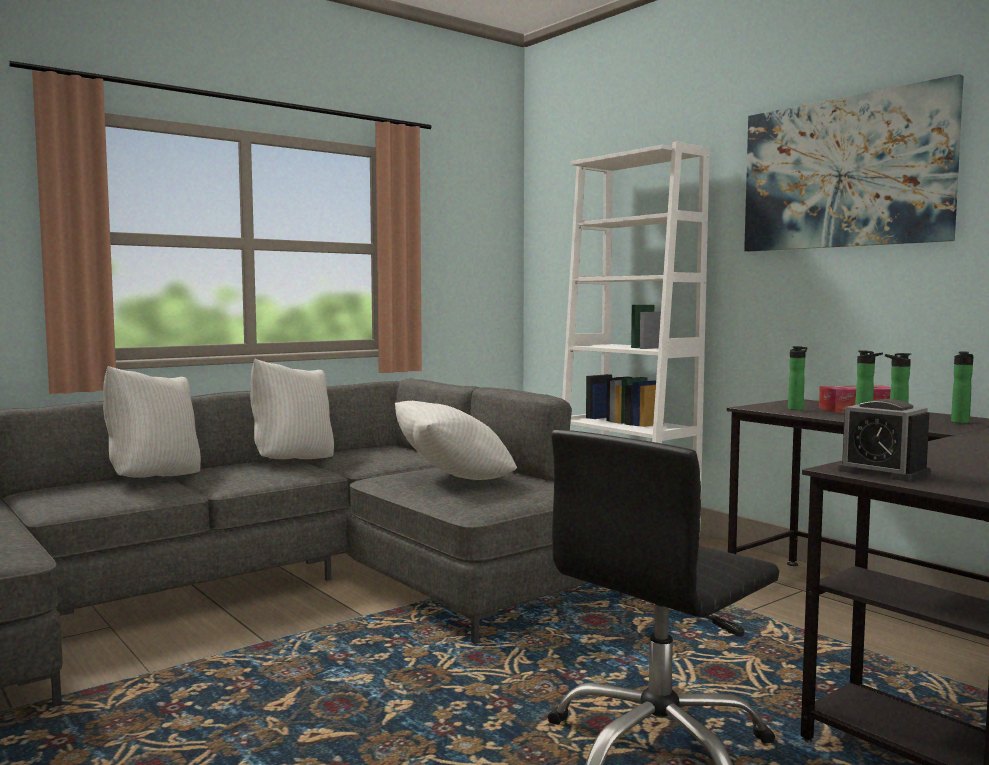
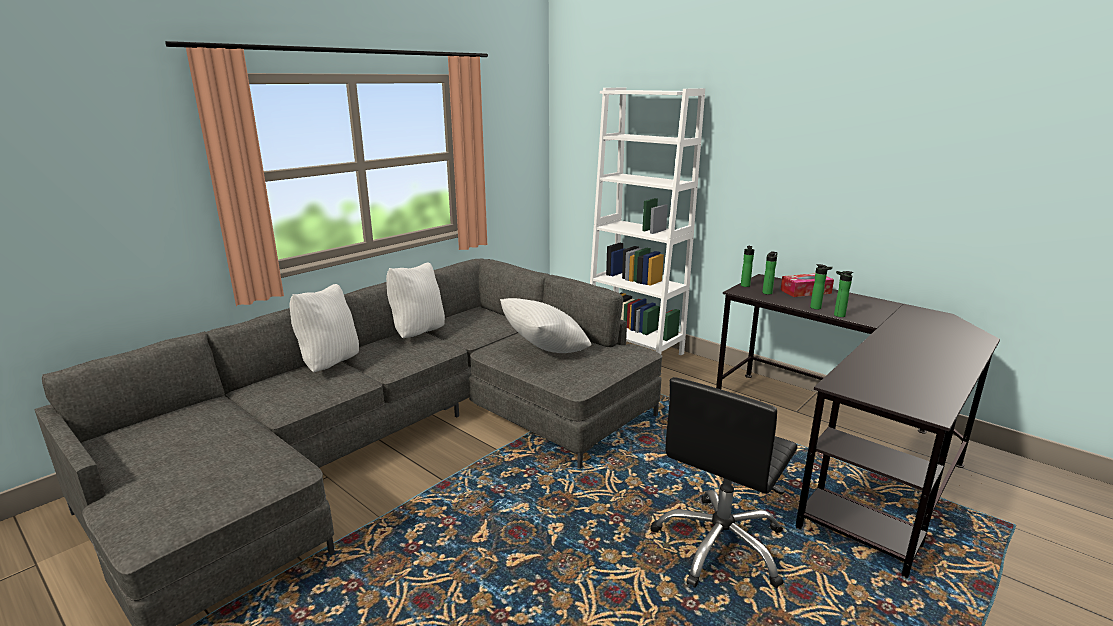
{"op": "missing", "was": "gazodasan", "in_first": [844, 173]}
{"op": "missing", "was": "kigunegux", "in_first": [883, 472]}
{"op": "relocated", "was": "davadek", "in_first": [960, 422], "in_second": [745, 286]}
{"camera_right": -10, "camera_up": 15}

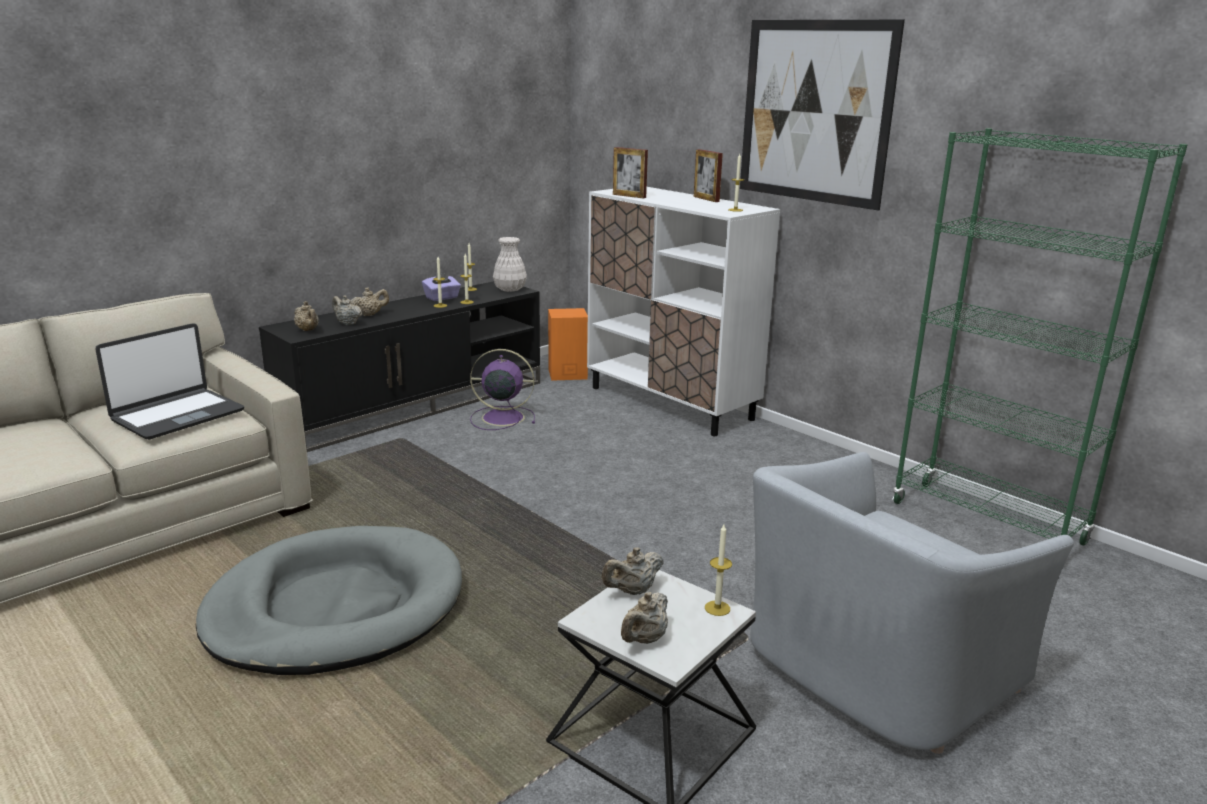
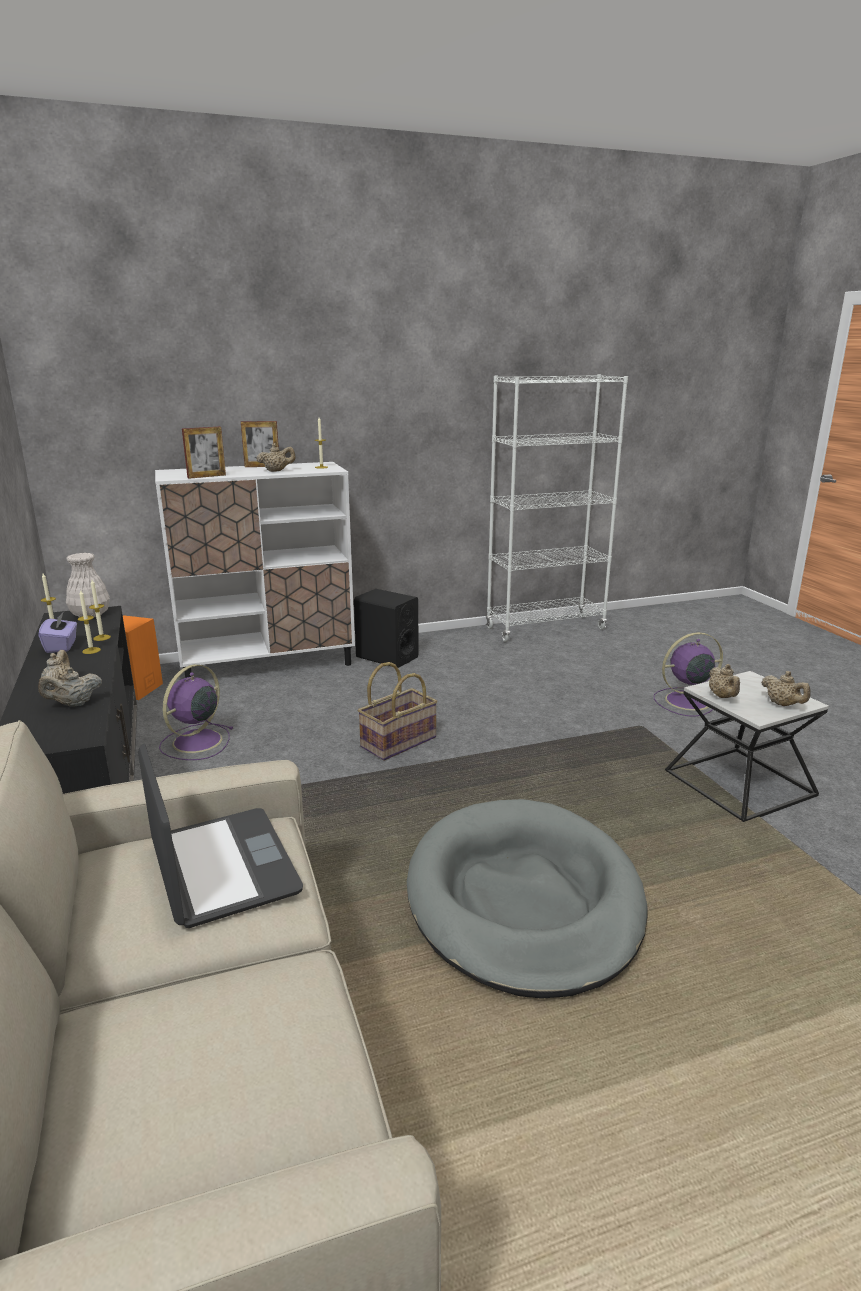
{"op": "relocated", "was": "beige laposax", "in_first": [308, 330], "in_second": [276, 471]}
{"op": "missing", "was": "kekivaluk", "in_first": [717, 608]}
{"op": "missing", "was": "gazodasan", "in_first": [814, 112]}
{"op": "exchanged", "was": "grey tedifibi", "now": "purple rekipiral", "in_first": [875, 670], "in_second": [685, 701]}
{"op": "colour", "was": "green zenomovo", "now": "white zenomovo", "in_first": [987, 523], "in_second": [545, 629]}
{"op": "appeared", "now": "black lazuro", "in_second": [386, 657]}
{"op": "appeared", "now": "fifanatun", "in_second": [398, 741]}
{"camera_right": -65, "camera_up": 0}

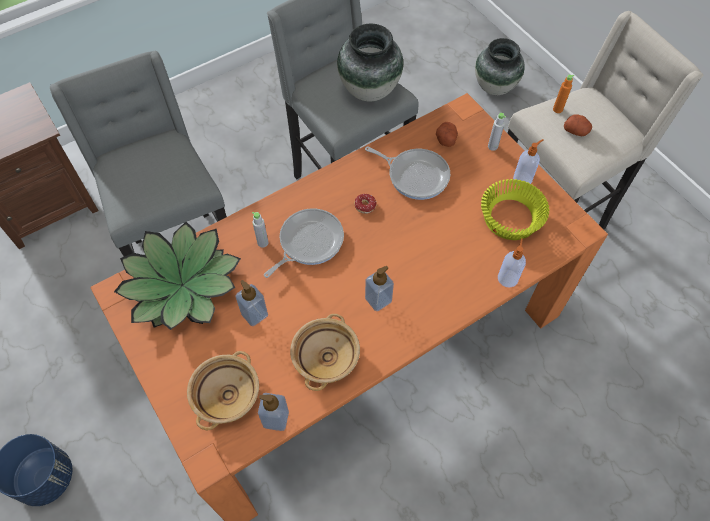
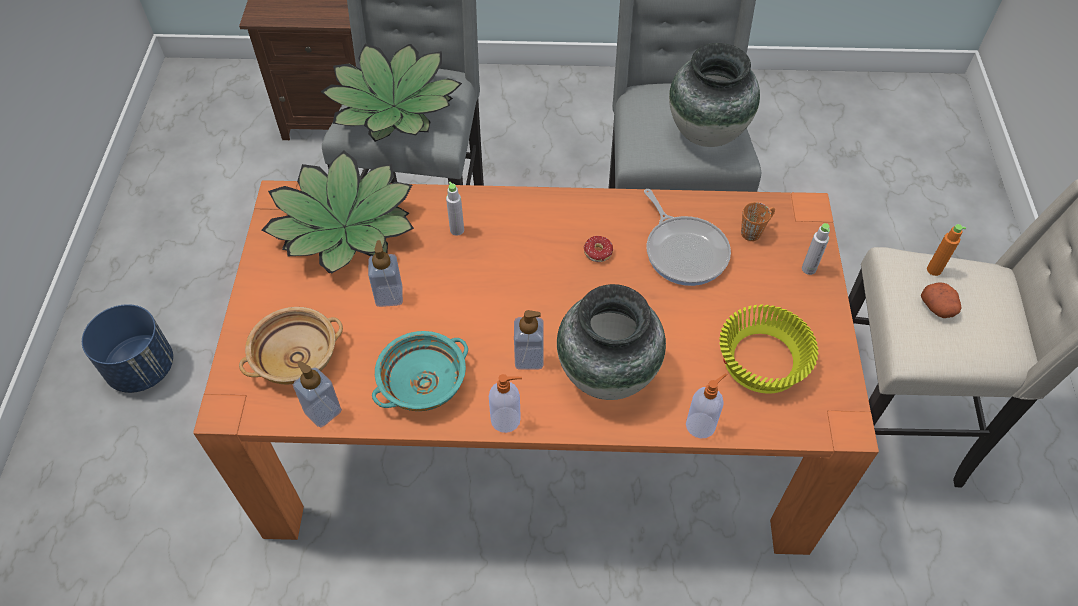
{"op": "missing", "was": "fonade", "in_first": [308, 242]}
{"op": "colour", "was": "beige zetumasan", "now": "turquoise zetumasan", "in_first": [325, 357], "in_second": [423, 382]}
{"op": "exchanged", "was": "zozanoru", "now": "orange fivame", "in_first": [445, 139], "in_second": [755, 230]}
{"op": "relocated", "was": "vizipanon", "in_first": [495, 87], "in_second": [608, 374]}
{"op": "relocated", "was": "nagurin", "in_first": [523, 178], "in_second": [507, 419]}
{"op": "appeared", "now": "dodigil", "in_second": [393, 106]}
{"camera_right": 35, "camera_up": -5}

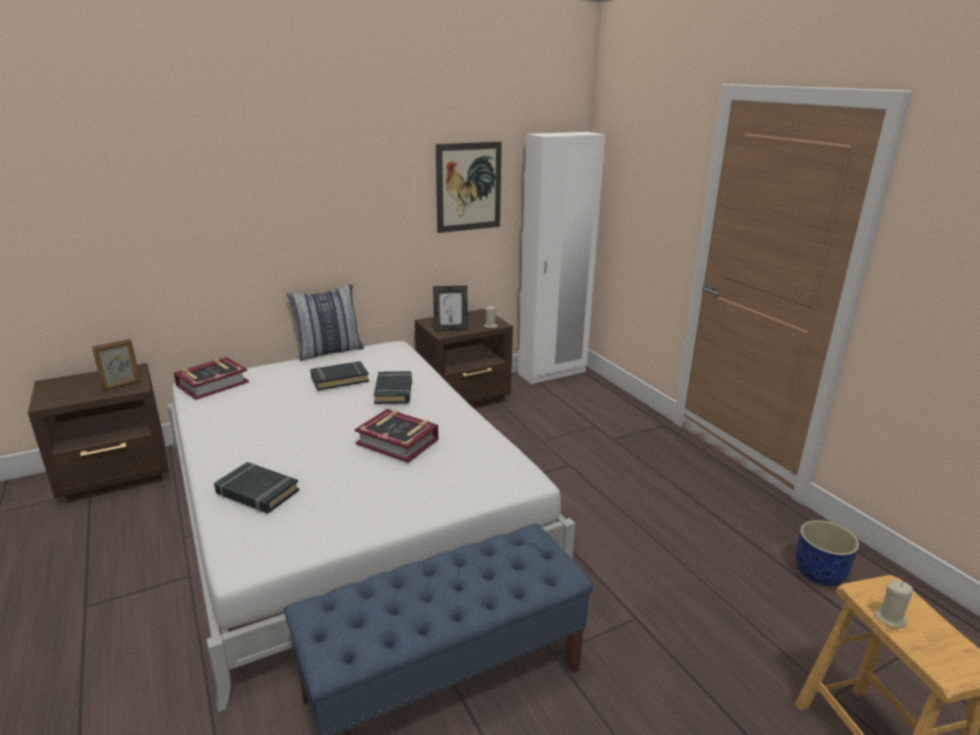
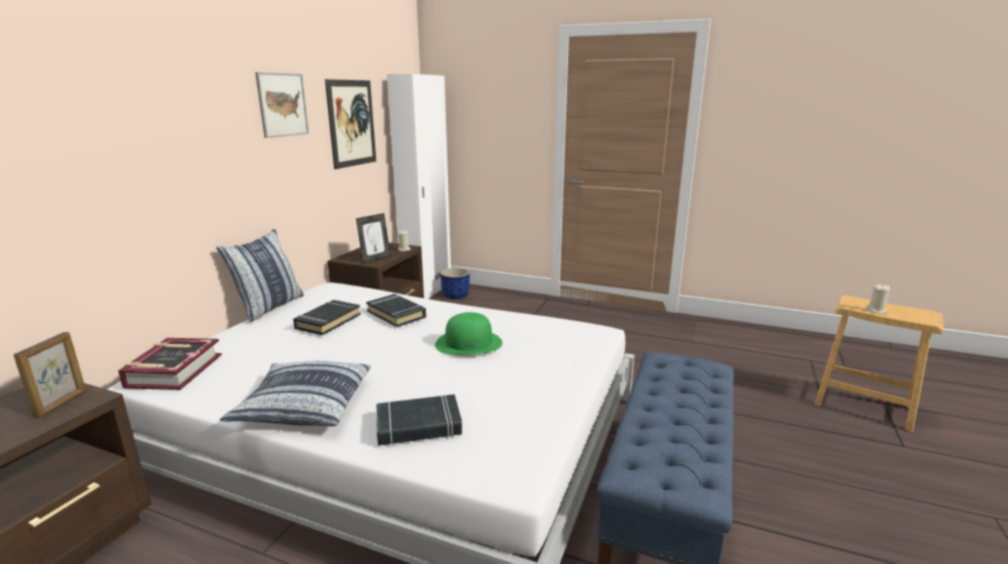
{"op": "exchanged", "was": "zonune", "now": "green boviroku", "in_first": [398, 441], "in_second": [469, 343]}
{"op": "relocated", "was": "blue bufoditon", "in_first": [819, 573], "in_second": [456, 296]}
{"op": "appeared", "now": "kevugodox", "in_second": [304, 405]}
{"op": "appeared", "now": "gazodasan", "in_second": [282, 104]}
{"camera_right": -40, "camera_up": -5}

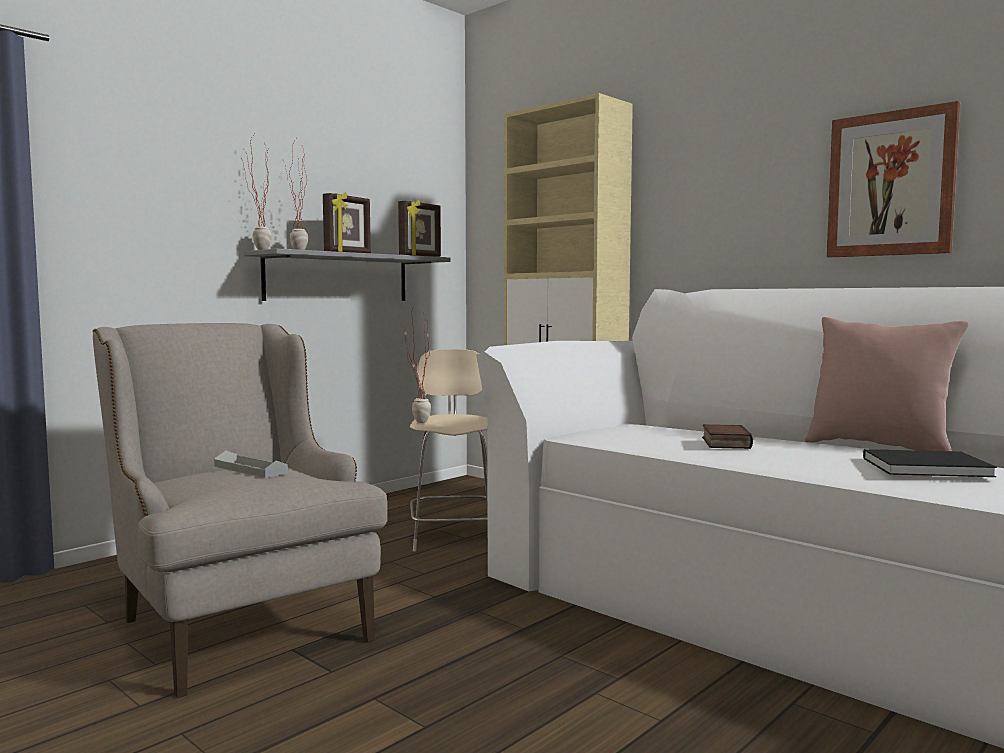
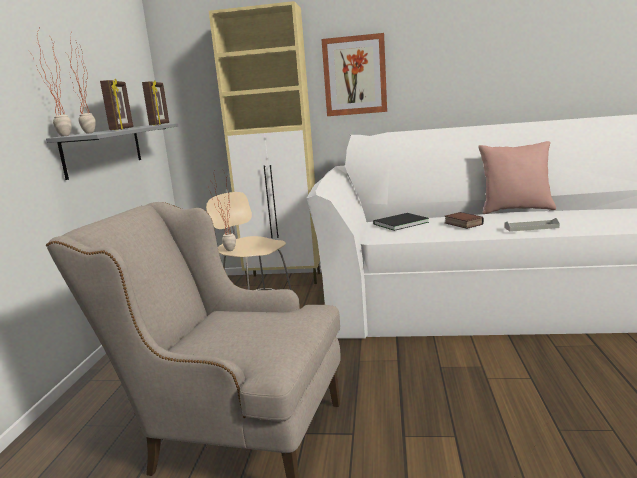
{"op": "relocated", "was": "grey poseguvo", "in_first": [250, 470], "in_second": [531, 227]}
{"op": "relocated", "was": "gazodasan", "in_first": [891, 184], "in_second": [354, 75]}
{"op": "relocated", "was": "black zonune", "in_first": [921, 466], "in_second": [399, 223]}
{"camera_right": -35, "camera_up": 10}

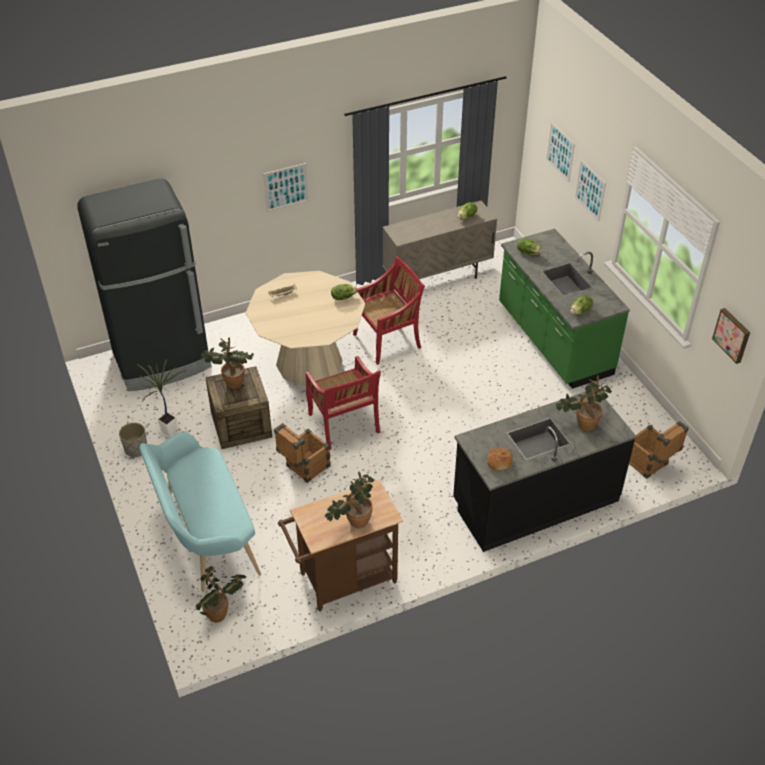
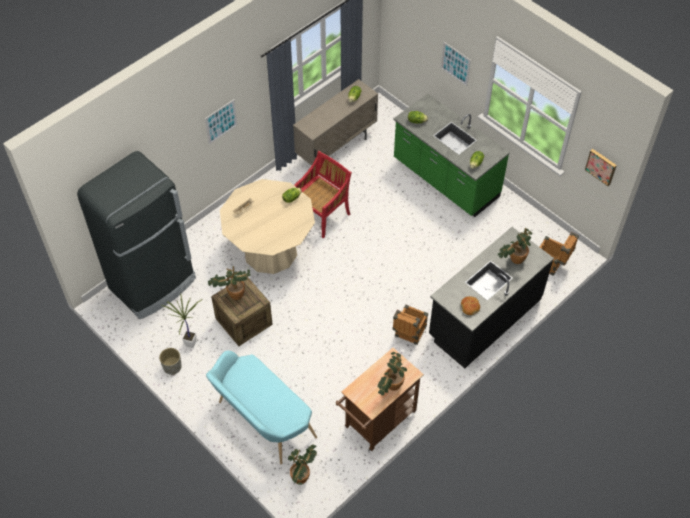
{"op": "relocated", "was": "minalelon", "in_first": [304, 468], "in_second": [408, 334]}
{"op": "missing", "was": "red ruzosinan", "in_first": [344, 424]}
{"op": "missing", "was": "gazodasan", "in_first": [560, 151]}
{"camera_right": -20, "camera_up": 10}

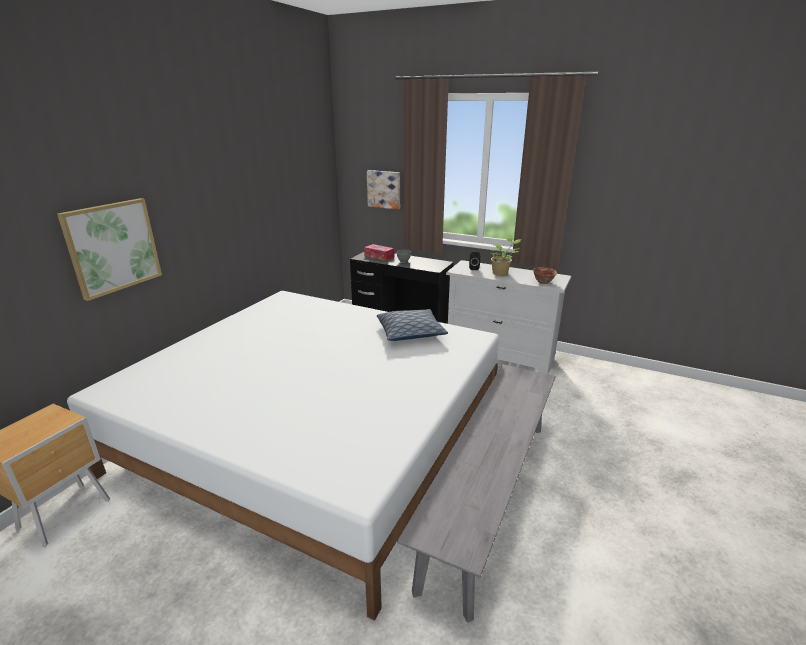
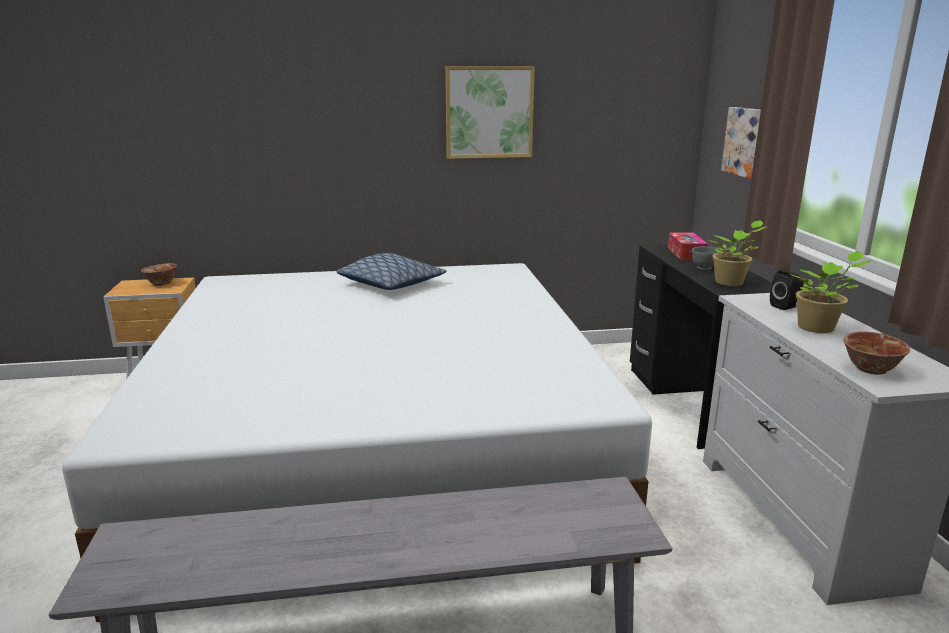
{"op": "relocated", "was": "gazodasan", "in_first": [113, 247], "in_second": [489, 112]}
{"op": "relocated", "was": "kevugodox", "in_first": [410, 332], "in_second": [392, 284]}
{"op": "appeared", "now": "zetumasan", "in_second": [161, 283]}
{"op": "appeared", "now": "dodigil", "in_second": [731, 283]}
{"camera_right": 55, "camera_up": -5}

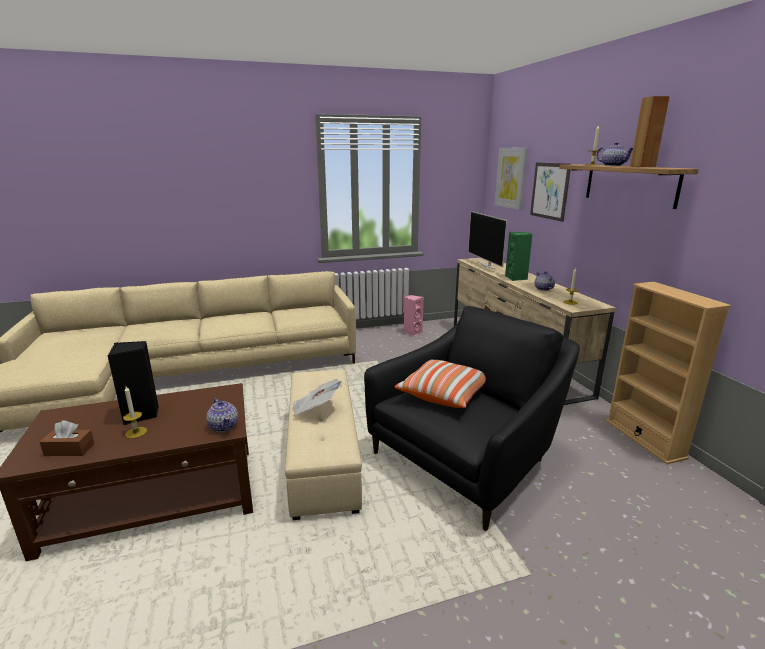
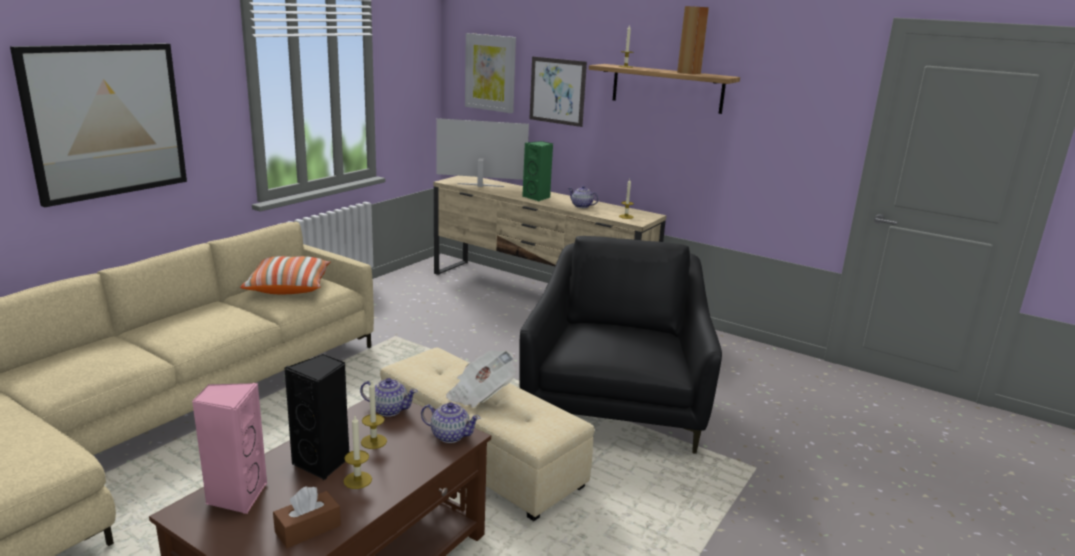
{"op": "relocated", "was": "kevugodox", "in_first": [444, 394], "in_second": [288, 287]}
{"op": "relocated", "was": "pink lazuro", "in_first": [412, 332], "in_second": [236, 496]}
{"op": "spun", "was": "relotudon", "in_first": [486, 265], "in_second": [480, 185], "clockwise": 150}
{"op": "relocated", "was": "laposax", "in_first": [612, 165], "in_second": [389, 410]}
{"op": "missing", "was": "beige zenomovo", "in_first": [644, 439]}
{"op": "appeared", "now": "gazodasan", "in_second": [106, 121]}
{"op": "appeared", "now": "kekivaluk", "in_second": [373, 441]}
{"camera_right": -40, "camera_up": 0}

